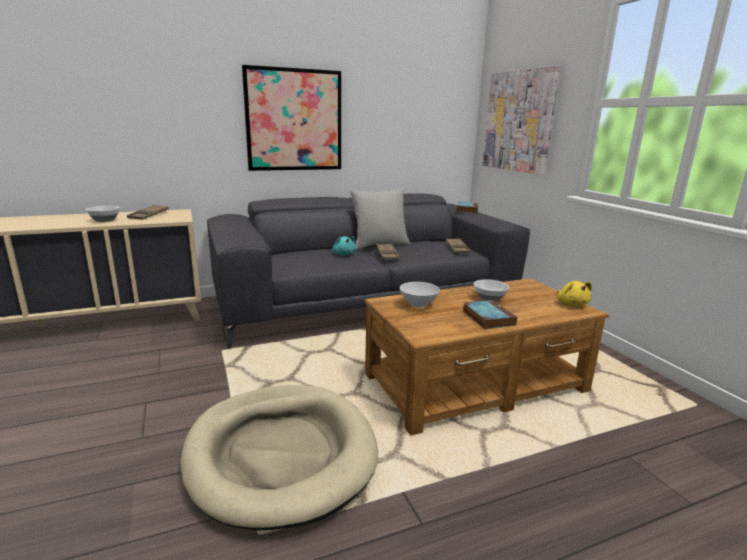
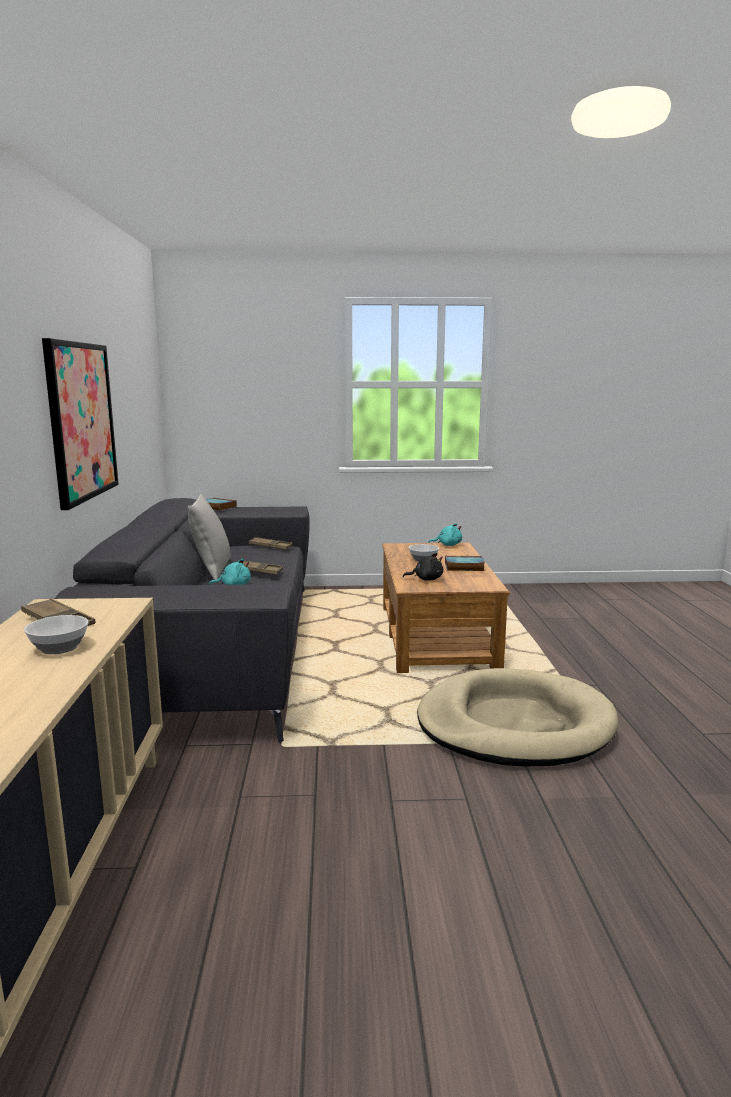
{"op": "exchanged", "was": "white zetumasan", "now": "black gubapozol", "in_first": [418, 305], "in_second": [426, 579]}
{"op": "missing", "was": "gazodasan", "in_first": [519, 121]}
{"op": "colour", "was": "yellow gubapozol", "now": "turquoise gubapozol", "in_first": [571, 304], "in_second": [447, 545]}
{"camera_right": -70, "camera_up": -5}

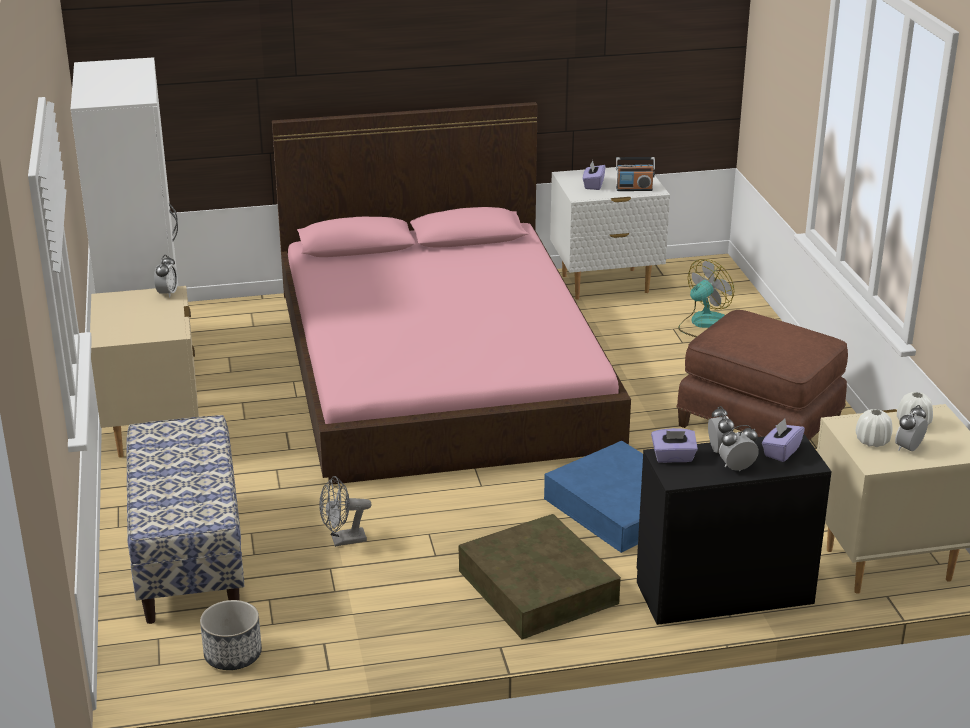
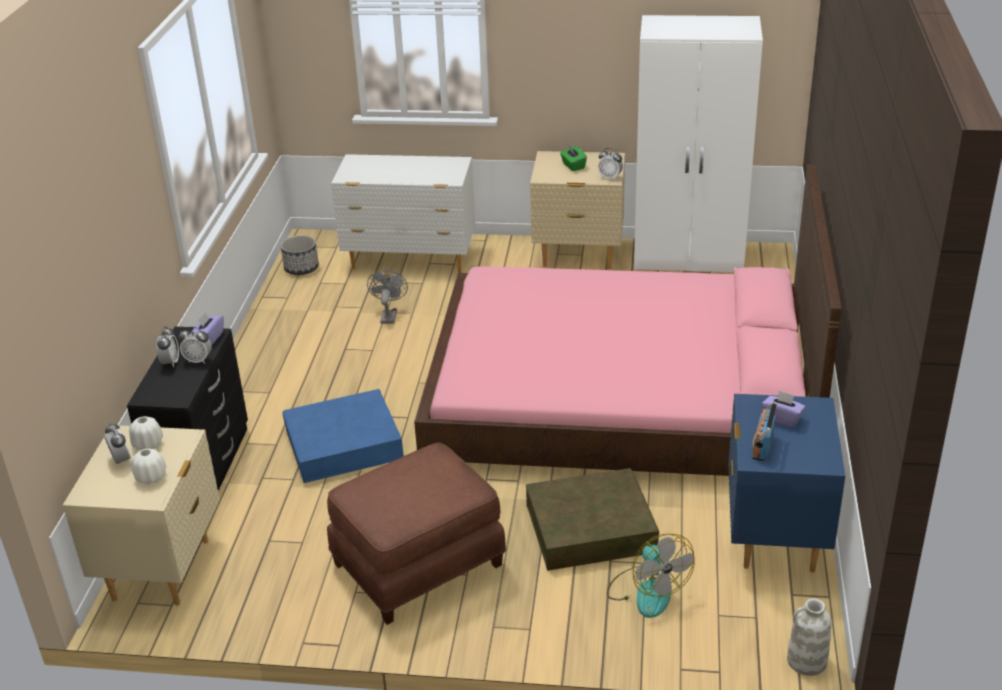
{"op": "exchanged", "was": "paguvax", "now": "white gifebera", "in_first": [188, 556], "in_second": [411, 260]}
{"op": "relocated", "was": "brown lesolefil", "in_first": [537, 587], "in_second": [590, 528]}
{"op": "colour", "was": "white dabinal", "now": "blue dabinal", "in_first": [605, 284], "in_second": [775, 538]}
{"op": "missing", "was": "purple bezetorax", "in_first": [781, 452]}
{"op": "appeared", "now": "green bezetorax", "in_second": [573, 166]}
{"op": "appeared", "now": "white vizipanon", "in_second": [806, 661]}
{"camera_right": 110, "camera_up": 5}

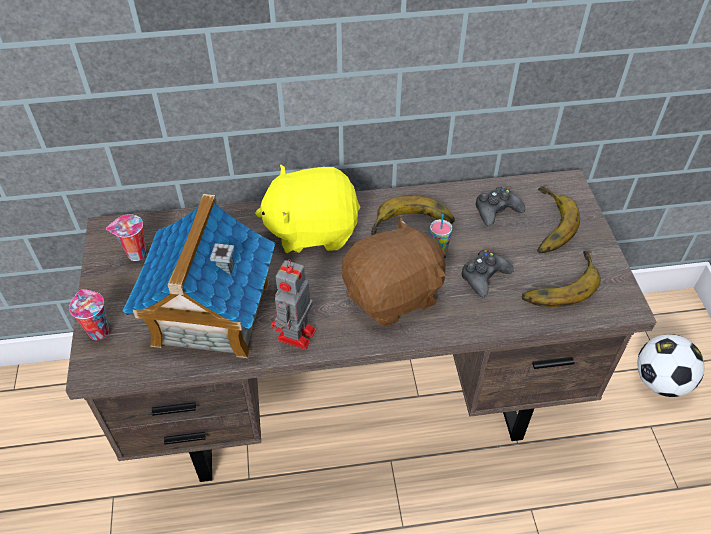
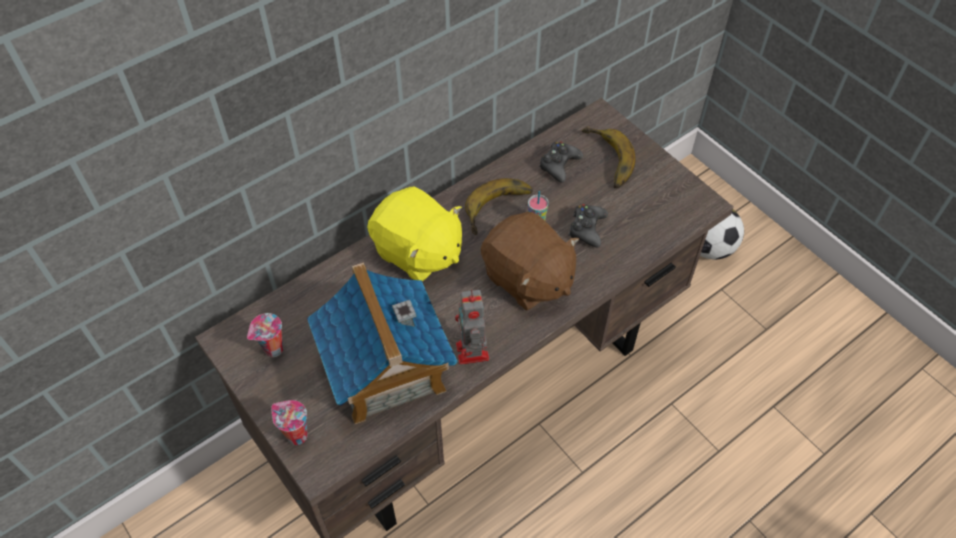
{"op": "spun", "was": "yellow gubapozol", "in_first": [312, 230], "in_second": [417, 252], "clockwise": -105}
{"op": "spun", "was": "brown gubapozol", "in_first": [394, 295], "in_second": [527, 279], "clockwise": 105}
{"op": "missing", "was": "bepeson", "in_first": [557, 283]}
{"camera_right": -30, "camera_up": 5}

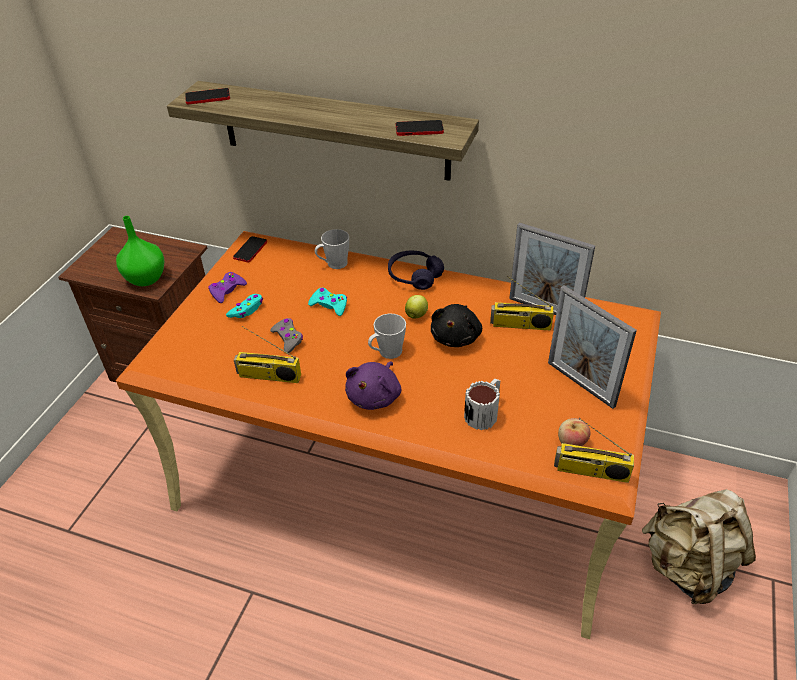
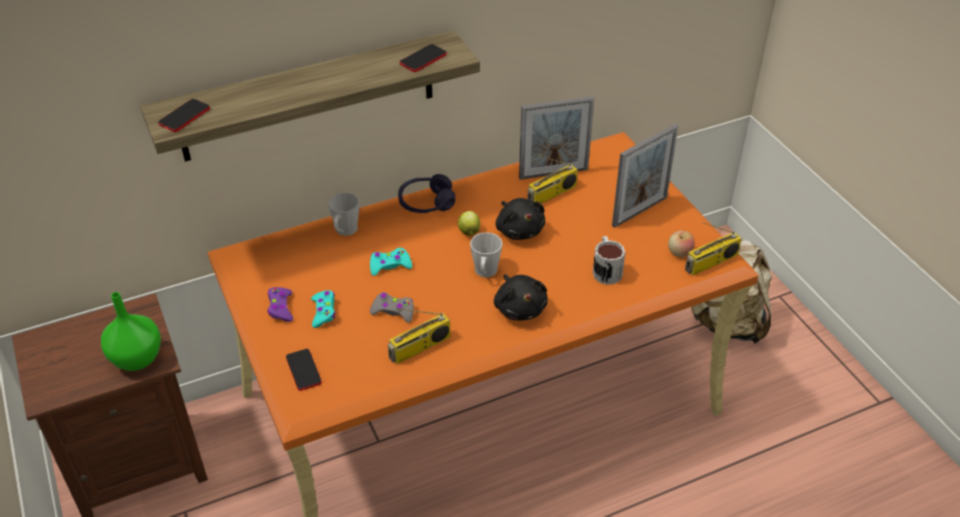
{"op": "relocated", "was": "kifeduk", "in_first": [250, 250], "in_second": [303, 370]}
{"op": "colour", "was": "purple gubapozol", "now": "black gubapozol", "in_first": [375, 396], "in_second": [520, 308]}
{"op": "spun", "was": "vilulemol", "in_first": [580, 384], "in_second": [639, 211], "clockwise": -45}
{"camera_right": -45, "camera_up": 0}

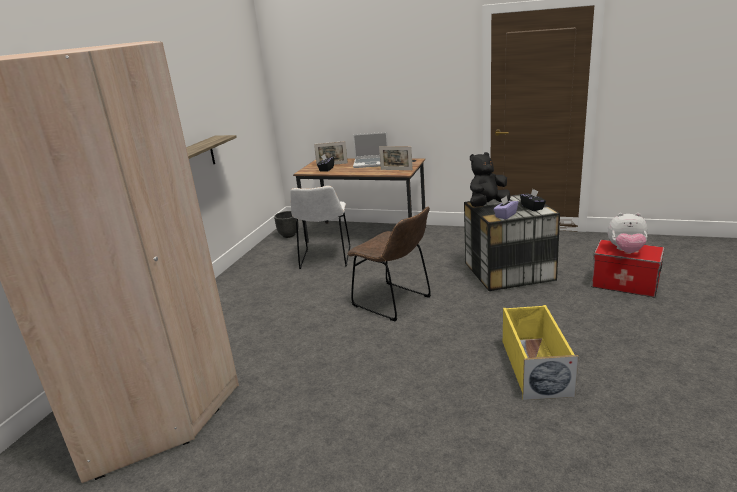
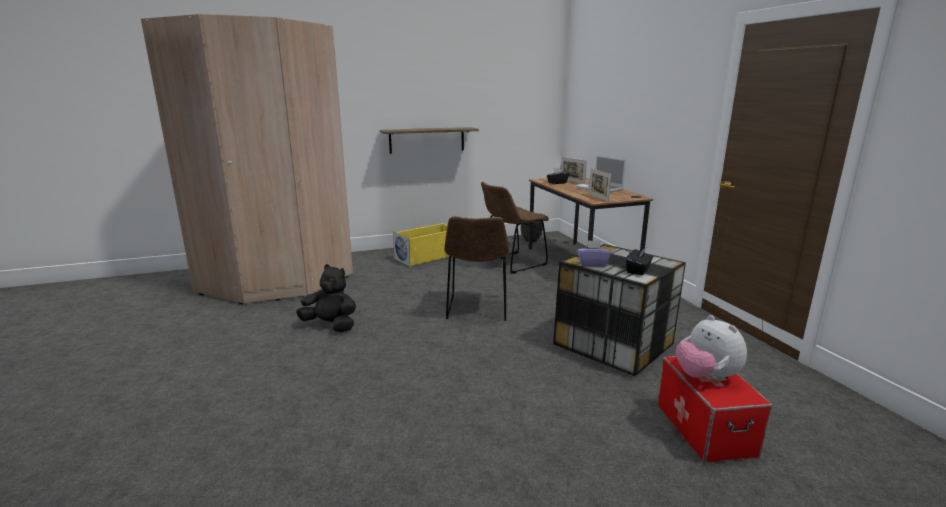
{"op": "colour", "was": "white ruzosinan", "now": "brown ruzosinan", "in_first": [325, 259], "in_second": [511, 263]}
{"op": "relocated", "was": "black gubapozol", "in_first": [487, 205], "in_second": [331, 325]}
{"op": "relocated", "was": "yellow lesolefil", "in_first": [534, 367], "in_second": [427, 256]}
{"camera_right": 50, "camera_up": -5}

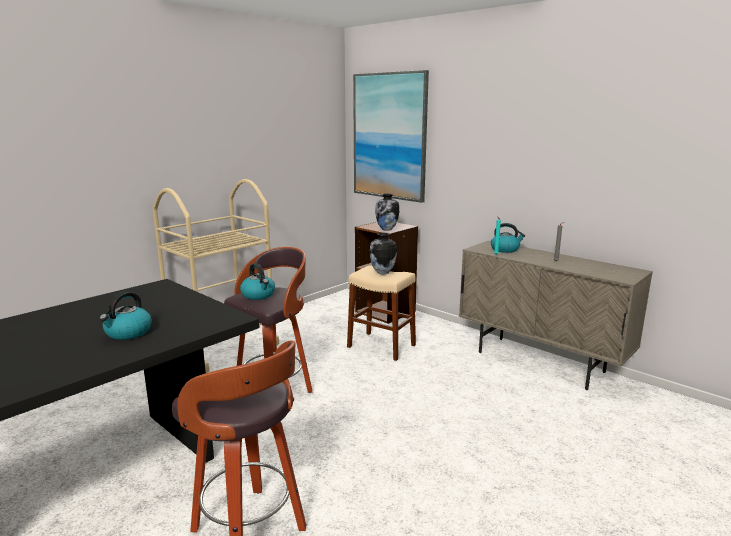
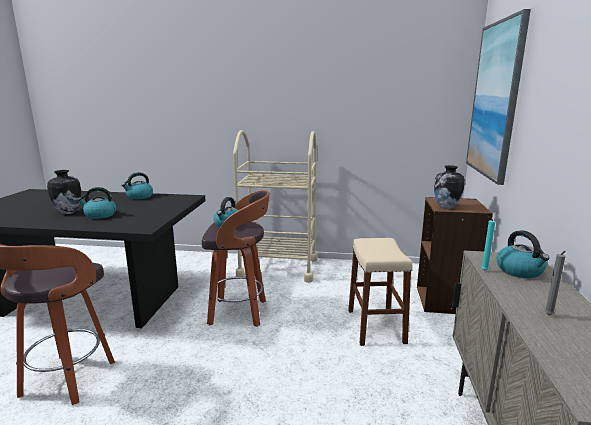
{"op": "relocated", "was": "vizipanon", "in_first": [382, 272], "in_second": [68, 212]}
{"op": "appeared", "now": "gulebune", "in_second": [139, 196]}
{"camera_right": 55, "camera_up": 0}

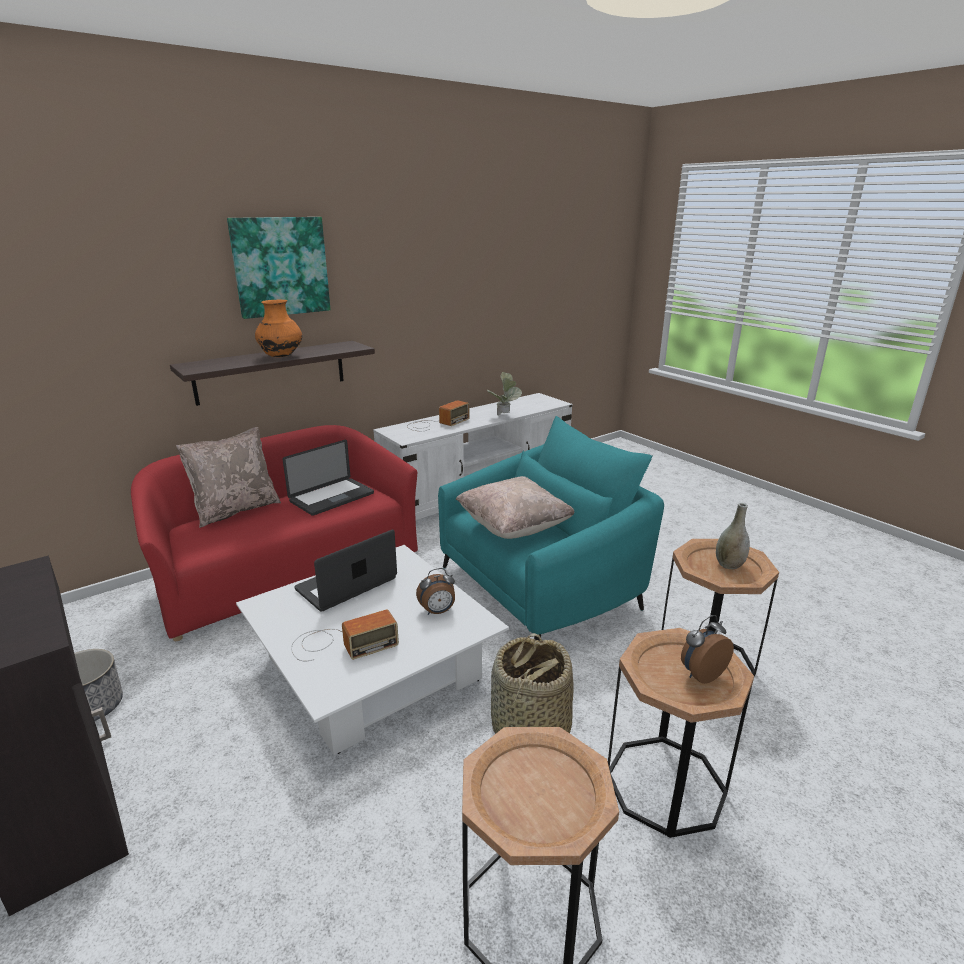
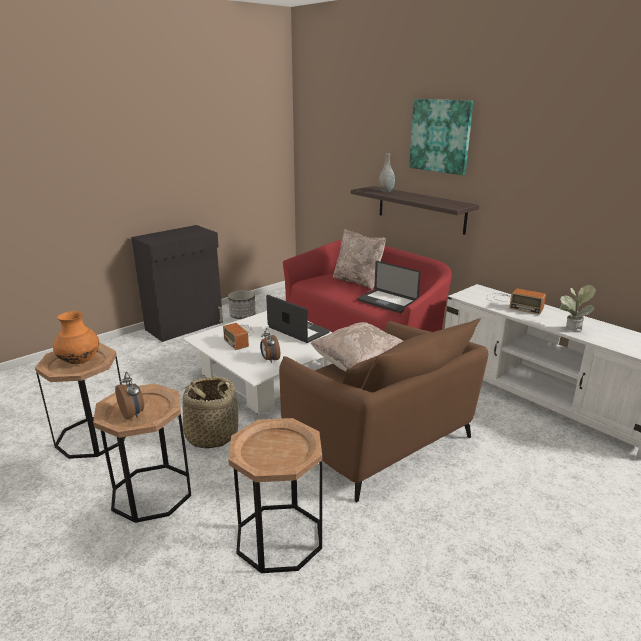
{"op": "relocated", "was": "orange vizipanon", "in_first": [281, 356], "in_second": [80, 361]}
{"op": "colour", "was": "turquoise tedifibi", "now": "brown tedifibi", "in_first": [541, 587], "in_second": [377, 439]}
{"op": "relocated", "was": "grey vizipanon", "in_first": [729, 565], "in_second": [386, 191]}
{"camera_right": 85, "camera_up": 0}

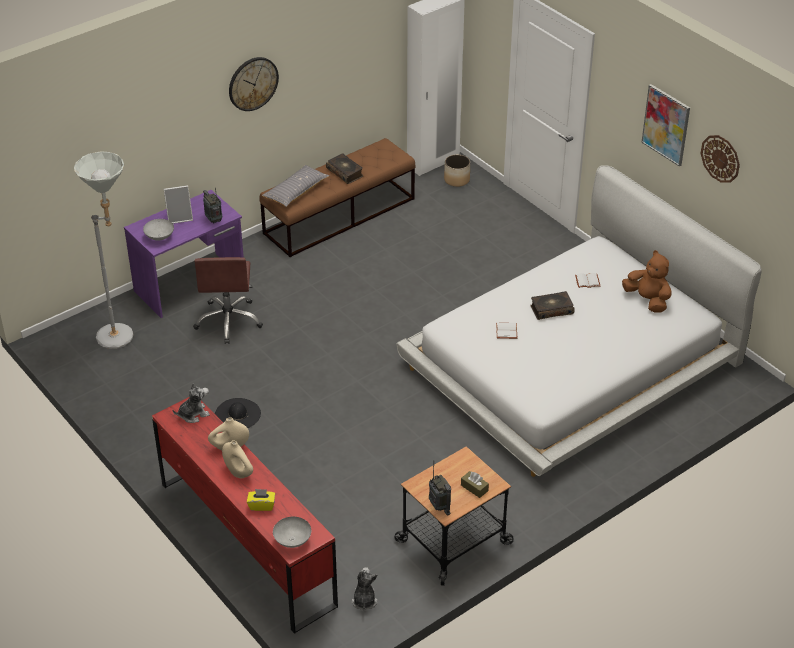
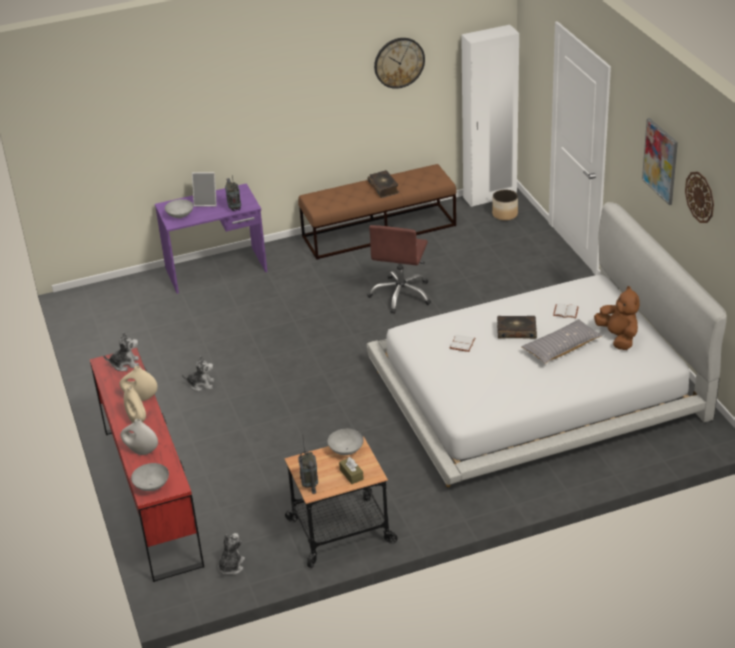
{"op": "missing", "was": "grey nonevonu", "in_first": [123, 336]}
{"op": "relocated", "was": "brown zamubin", "in_first": [229, 321], "in_second": [401, 295]}
{"op": "exchanged", "was": "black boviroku", "now": "gubapozol", "in_first": [237, 414], "in_second": [201, 384]}
{"op": "relocated", "was": "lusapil", "in_first": [253, 83], "in_second": [399, 62]}
{"op": "exchanged", "was": "yellow bezetorax", "now": "white vizipanon", "in_first": [261, 505], "in_second": [141, 451]}
{"op": "relocated", "was": "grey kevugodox", "in_first": [296, 192], "in_second": [561, 348]}
{"op": "appeared", "now": "grey zetumasan", "in_second": [346, 450]}
{"camera_right": 20, "camera_up": -5}

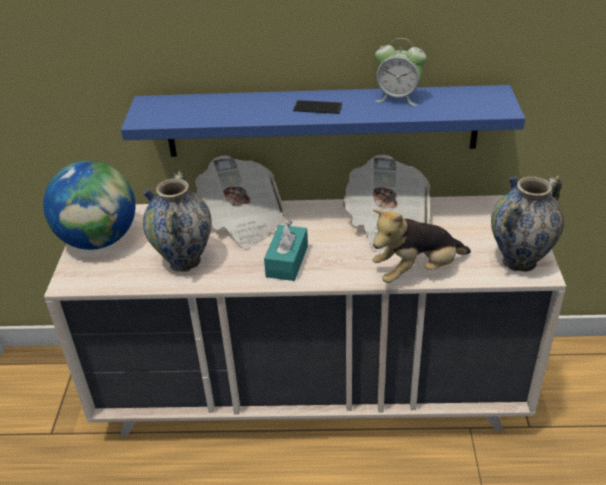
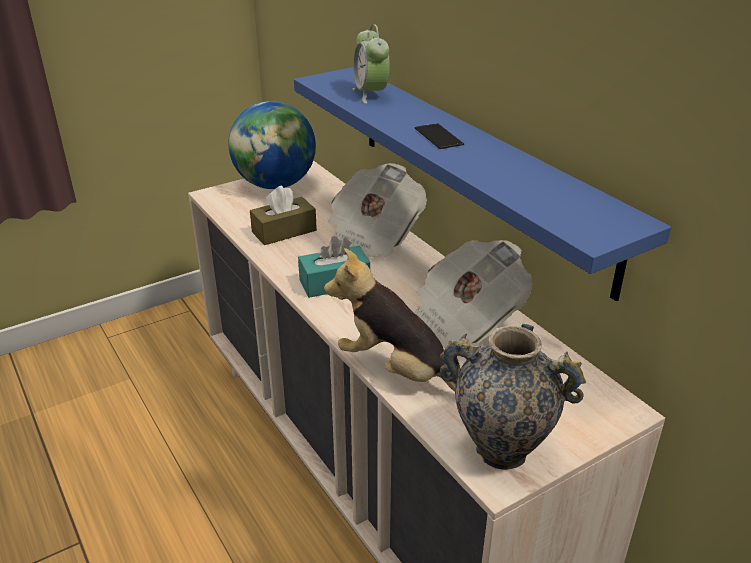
{"op": "exchanged", "was": "vizipanon", "now": "brown bezetorax", "in_first": [184, 261], "in_second": [284, 231]}
{"op": "relocated", "was": "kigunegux", "in_first": [398, 98], "in_second": [371, 94]}
{"camera_right": 55, "camera_up": -5}

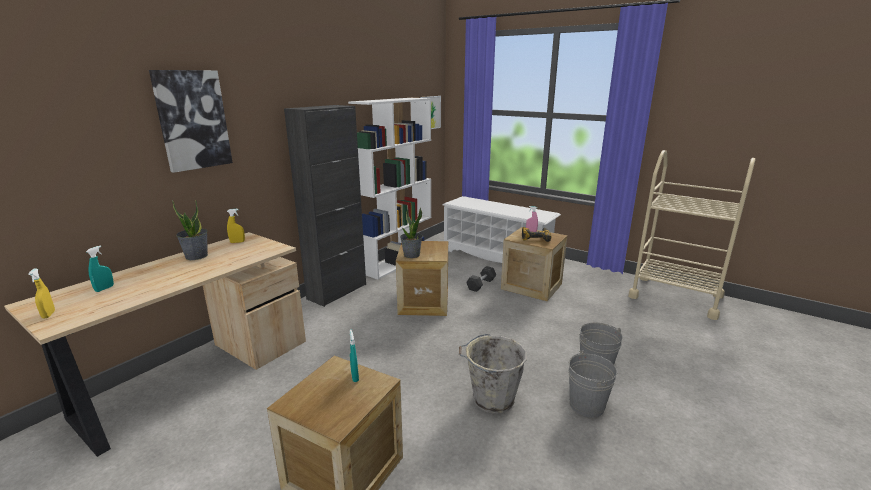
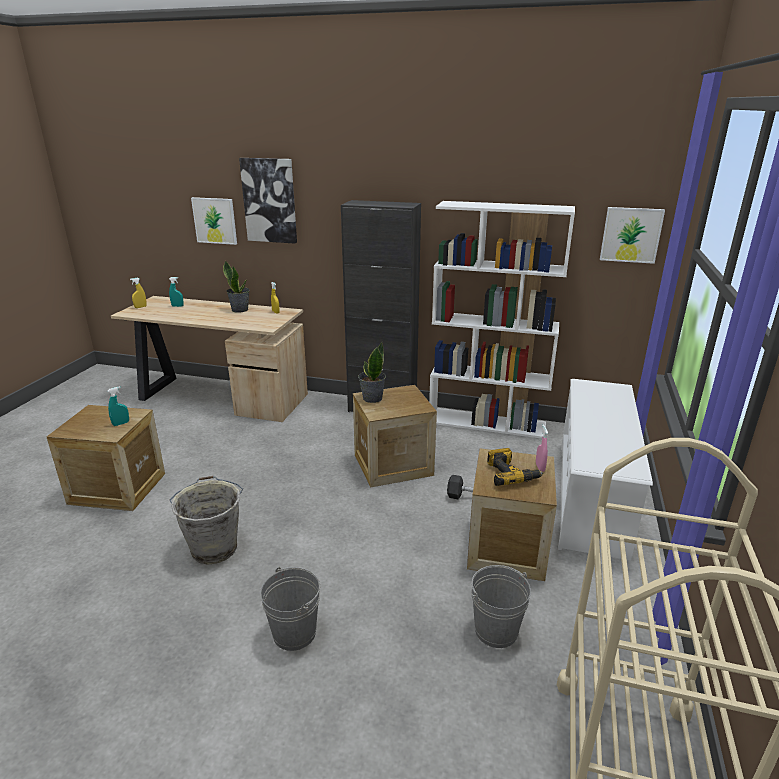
{"op": "relocated", "was": "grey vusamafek", "in_first": [586, 405], "in_second": [496, 630]}
{"op": "appeared", "now": "gazodasan", "in_second": [215, 220]}
{"camera_right": 70, "camera_up": 5}

